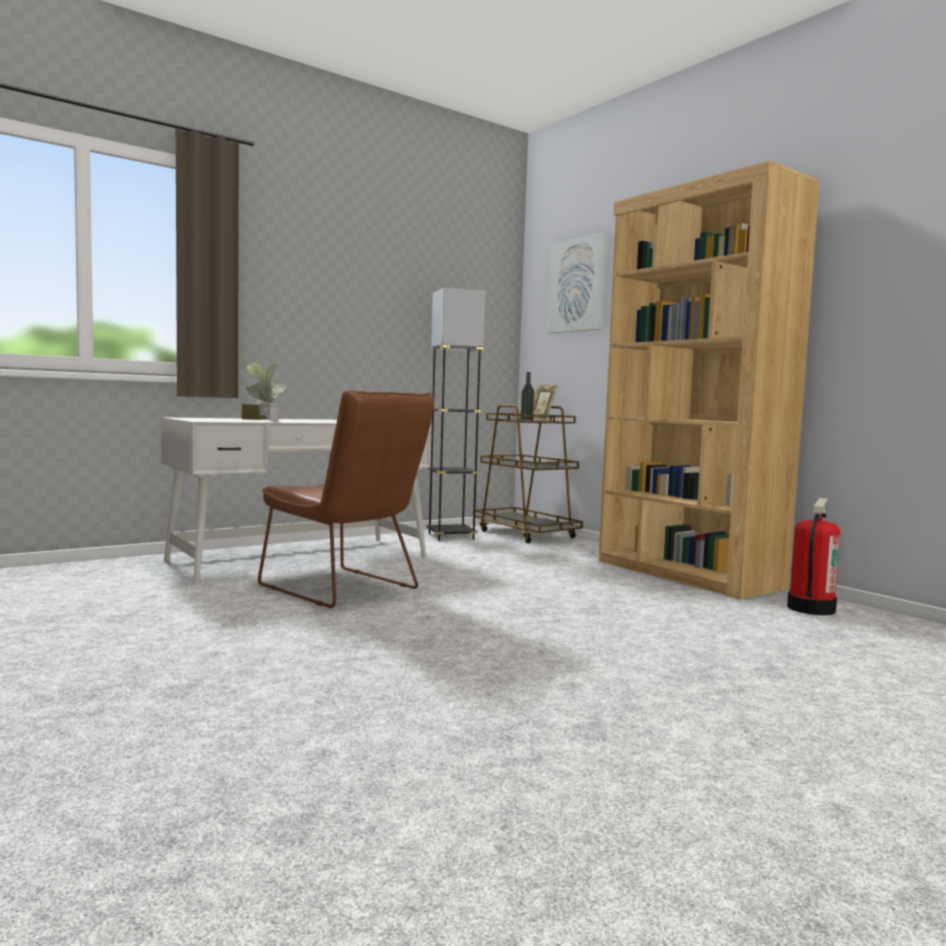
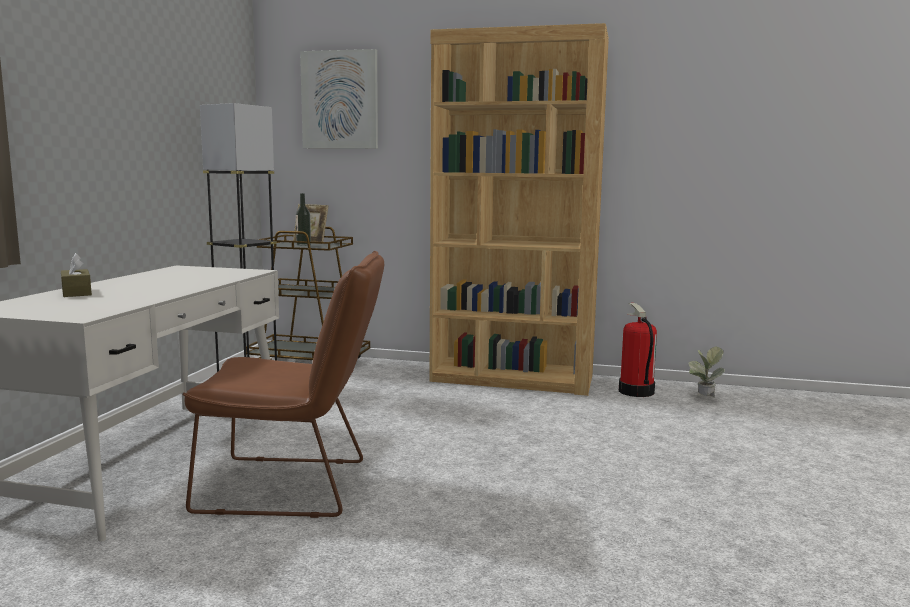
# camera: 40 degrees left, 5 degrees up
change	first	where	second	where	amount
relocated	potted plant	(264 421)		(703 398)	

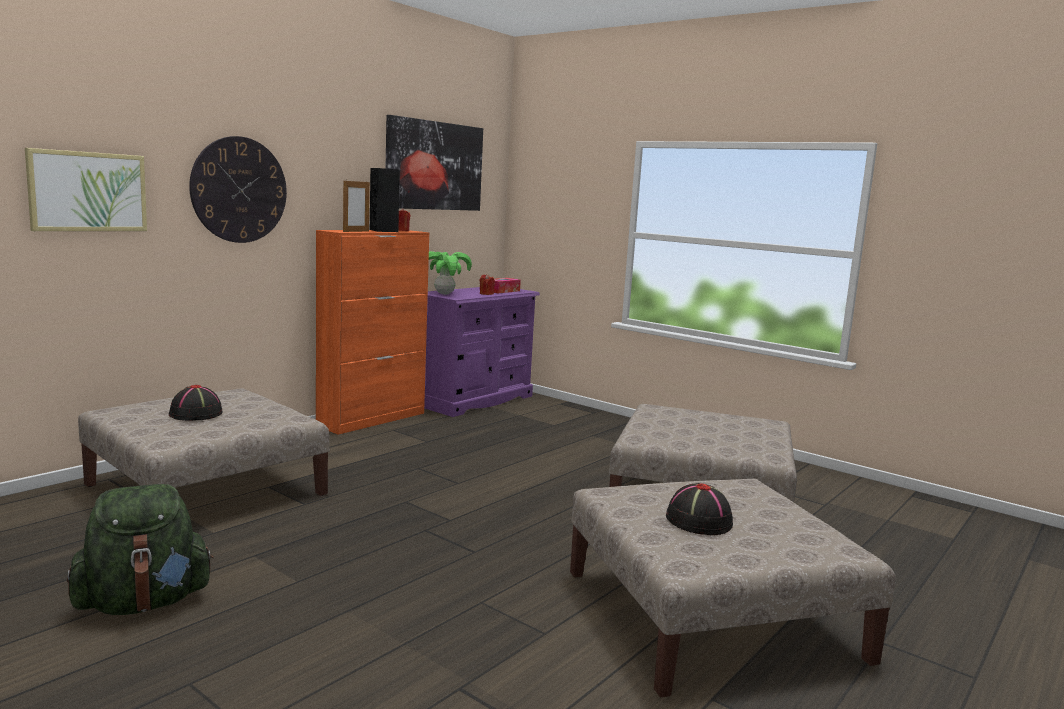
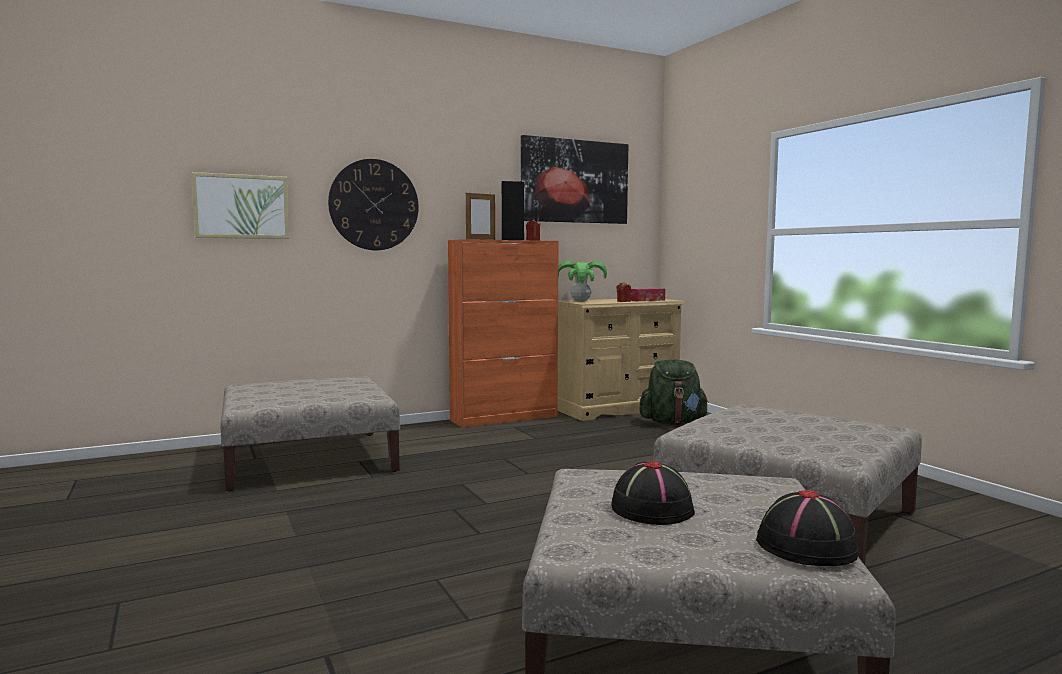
# camera: 25 degrees right, 5 degrees down
change	first	where	second	where	amount
colour	purplish drawer chest	(474 400)	sand-coloured drawer chest	(617 409)	
relocated	green knapsack	(143 603)		(672 423)	
relocated	blackish hat	(196 414)		(807 547)	

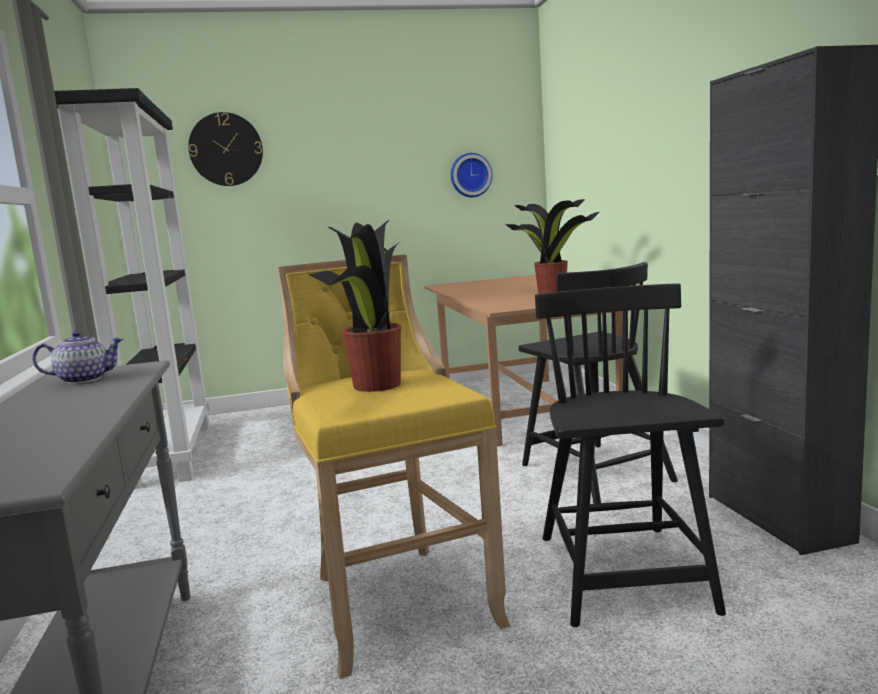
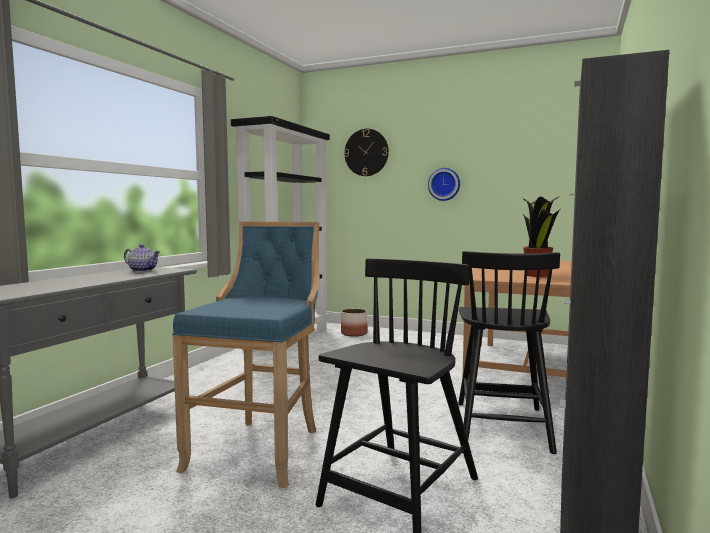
# camera: 35 degrees right, 5 degrees down
change	first	where	second	where	amount
colour	yellowish sitting stool	(397 599)	blue sitting stool	(260 449)	
appeared			planter	(354 333)	
relocated	clock on the wall	(470 175)		(444 184)	
missing	potted plant	(376 386)			

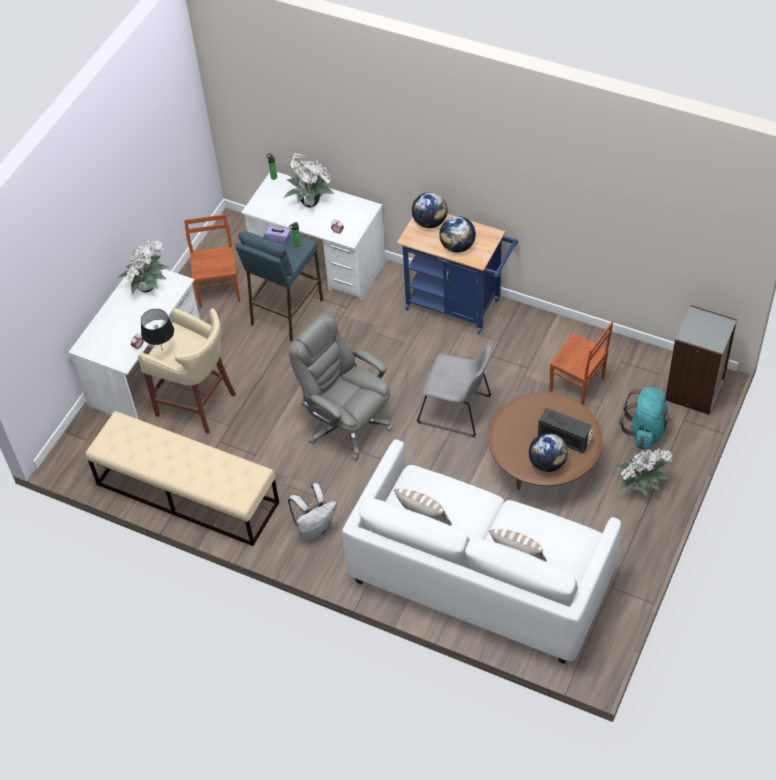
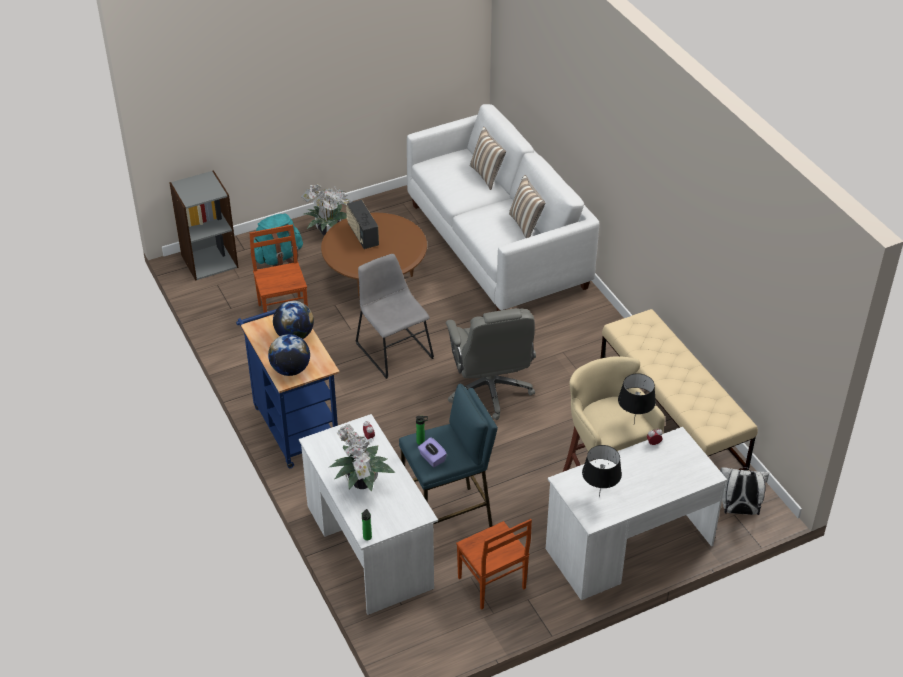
# camera: 145 degrees left, 10 degrees down
change	first	where	second	where	amount
spun	brown upright chair	(219 290)		(491 584)	60 degrees counterclockwise
exchanged	potted plant	(148 287)	blackish tabletop lamp	(599 496)	
relocated	white knapsack	(315 529)		(738 510)	
missing	desk globe	(547 463)			

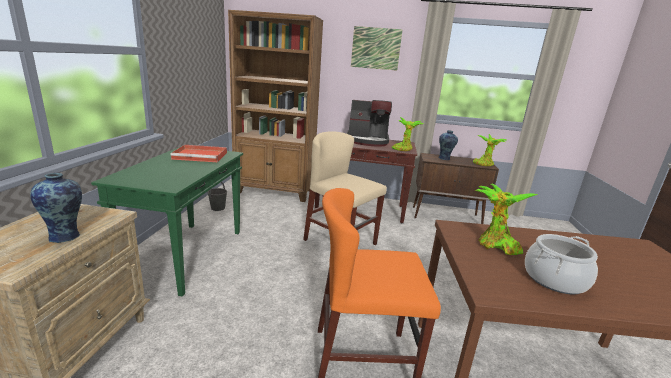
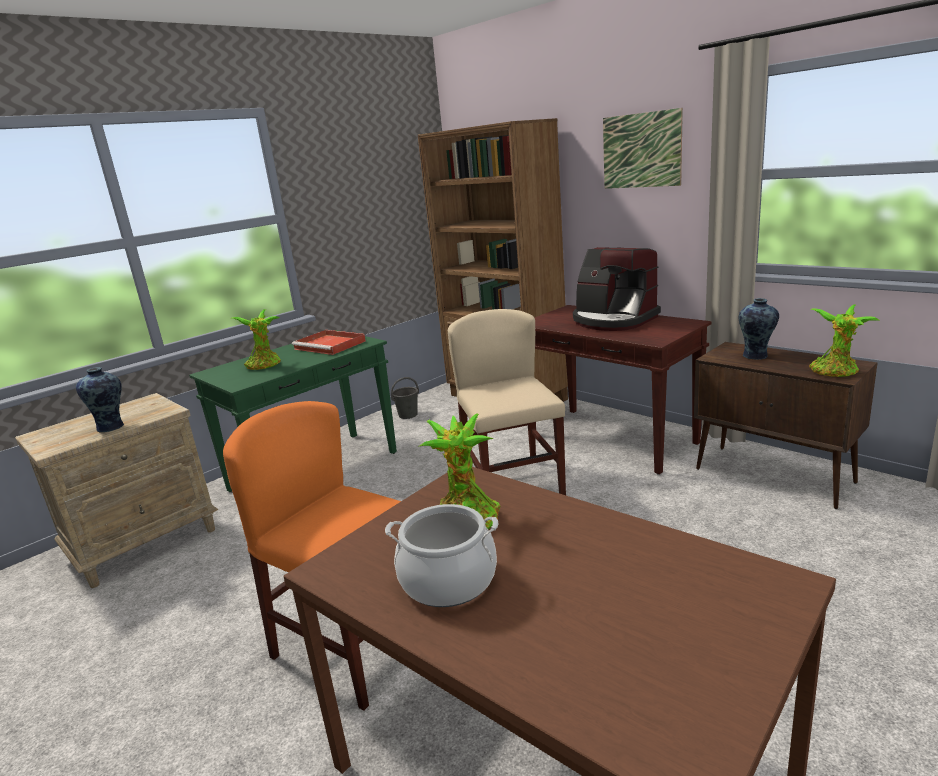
# camera: 40 degrees right, 0 degrees up
change	first	where	second	where	amount
relocated	potted plant	(403 149)		(265 365)	

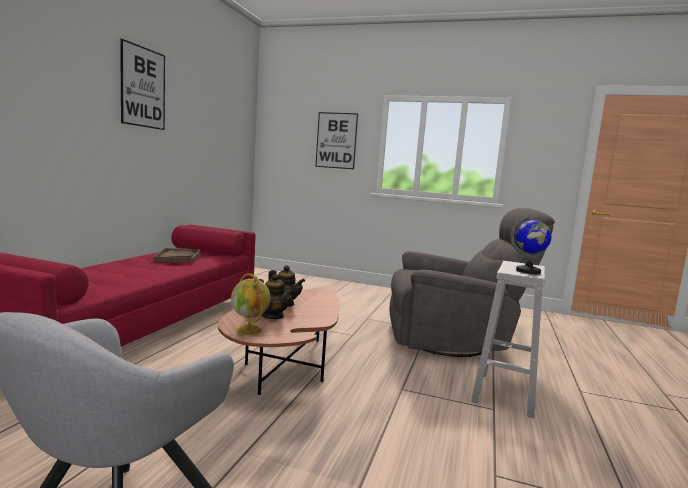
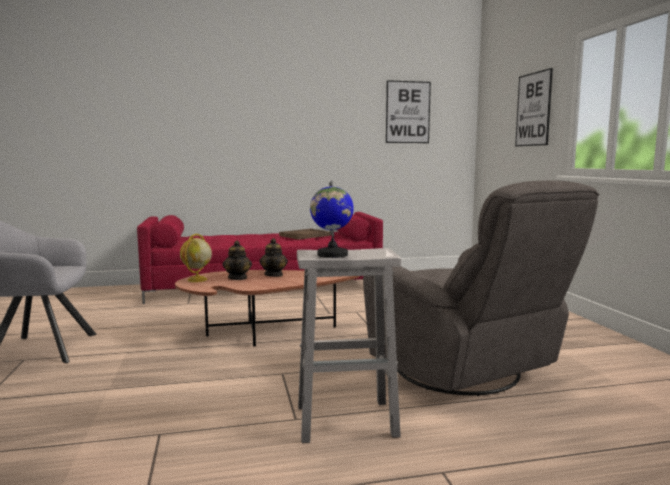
# camera: 60 degrees right, 0 degrees up
change	first	where	second	where	amount
relocated	wall picture	(143 87)		(407 112)	

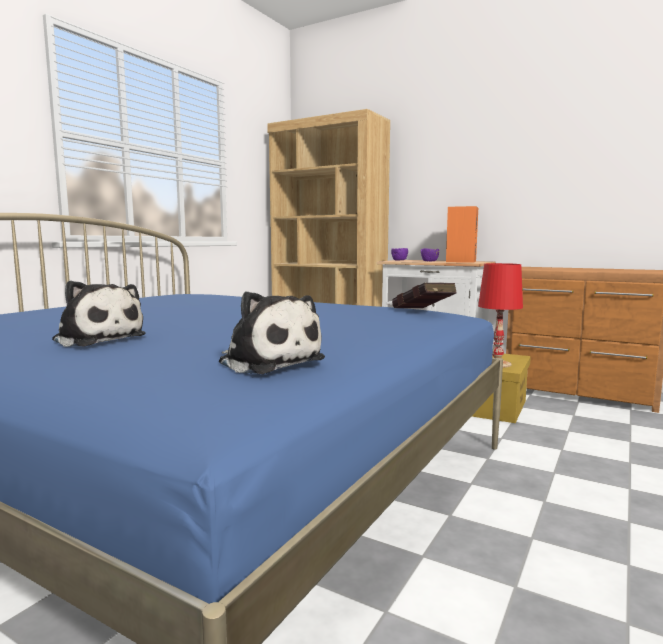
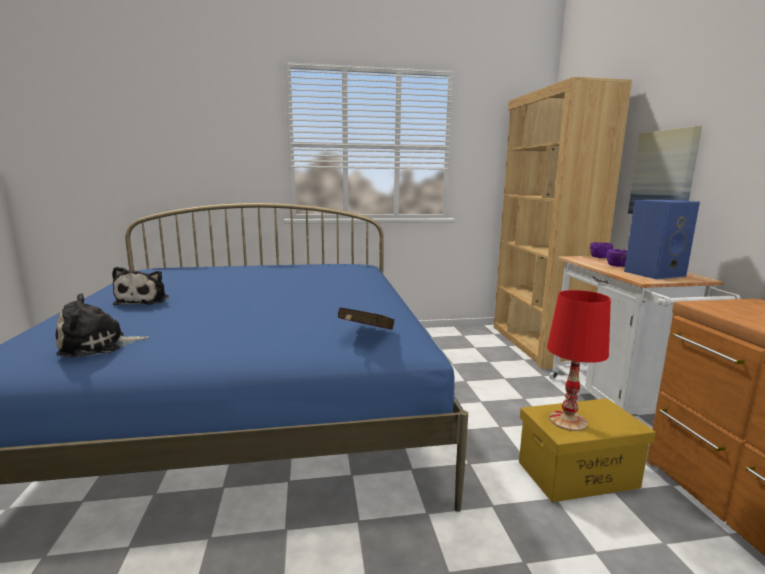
# camera: 50 degrees right, 5 degrees up
change	first	where	second	where	amount
spun	plush toy	(268 362)		(98 345)	60 degrees clockwise
colour	orangey speaker	(460 261)	blue speaker	(654 273)	
appeared			wall picture	(663 174)	

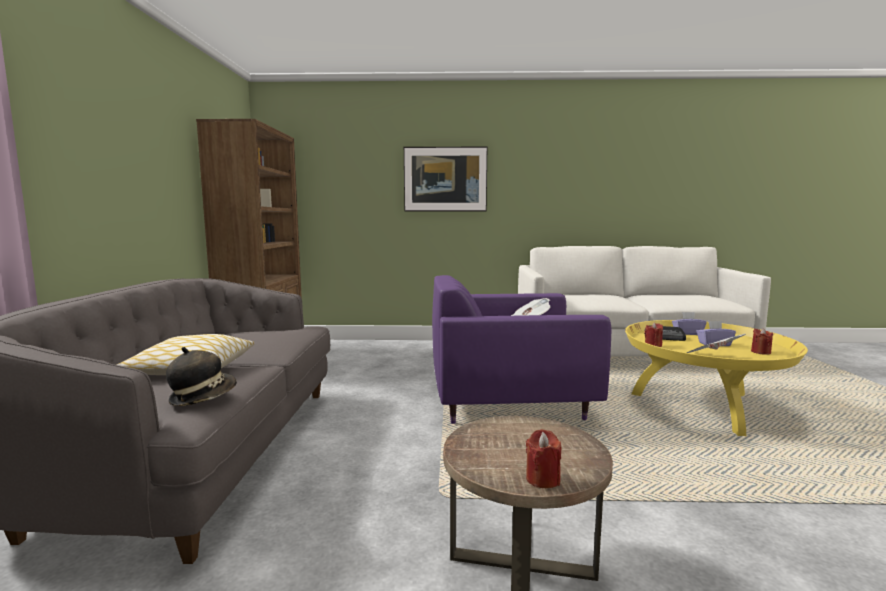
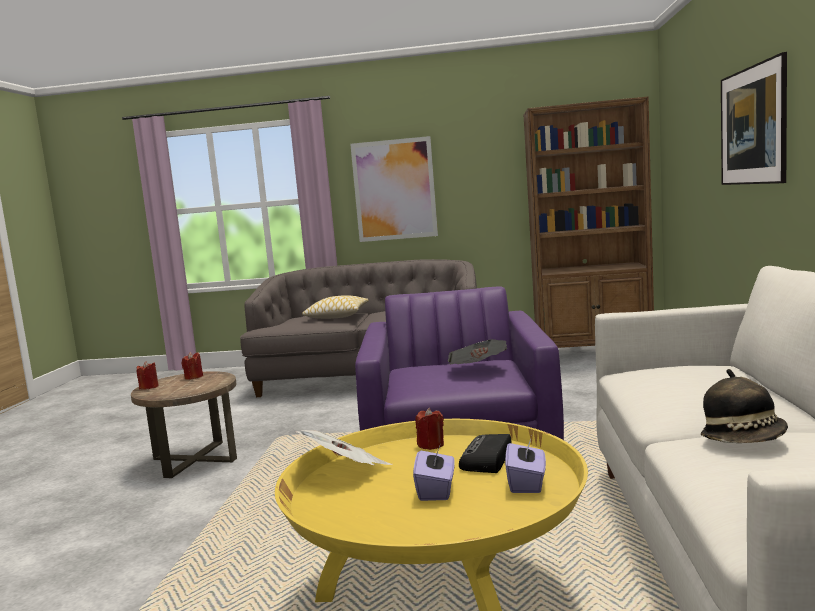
# camera: 95 degrees right, 0 degrees up
change	first	where	second	where	amount
relocated	reddish wax light	(760 352)		(193 377)	
appeared			wall picture	(394 190)	
relocated	hat	(203 397)		(744 440)	

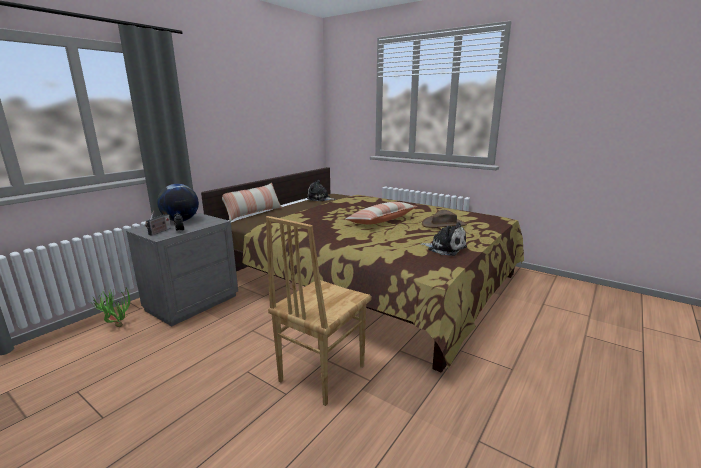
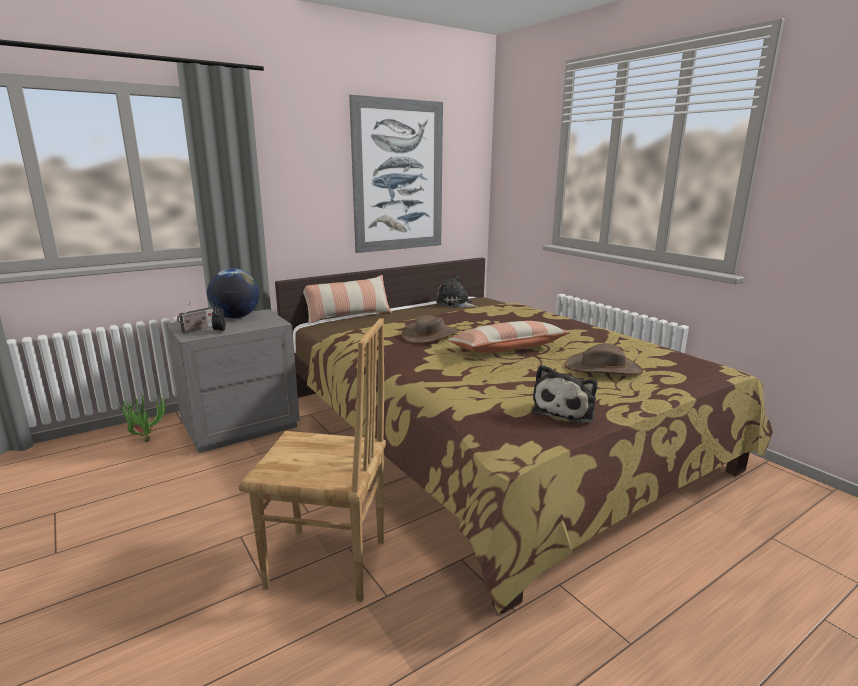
# camera: 20 degrees right, 0 degrees up
change	first	where	second	where	amount
spun	brown upright chair	(320 373)		(327 565)	135 degrees counterclockwise
appeared			wall picture	(398 176)	
appeared			brown hat	(431 335)	
spun	plush toy	(445 248)		(565 410)	60 degrees clockwise

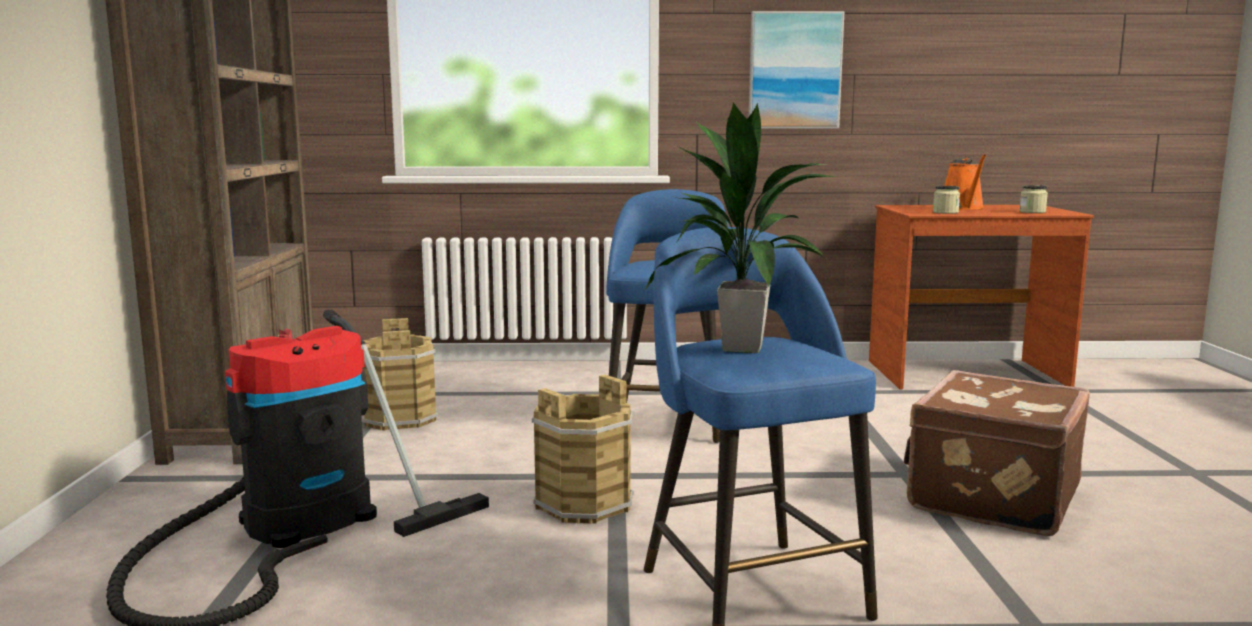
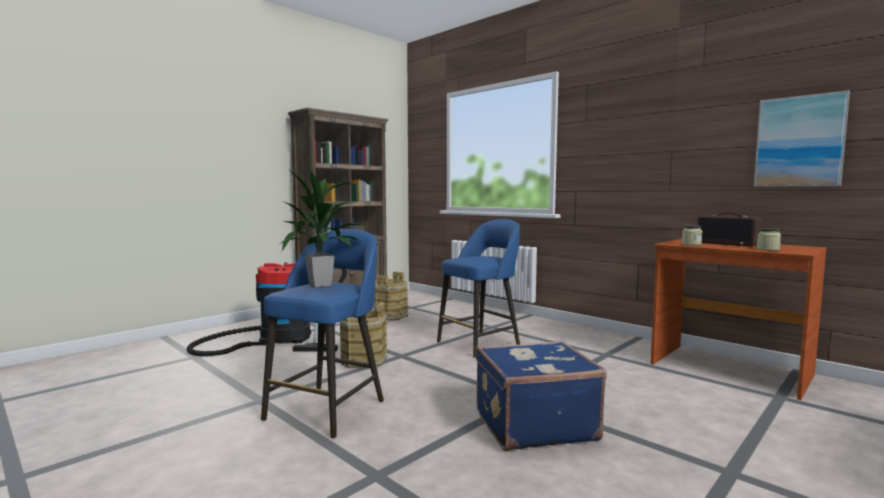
# camera: 45 degrees right, 5 degrees down
change	first	where	second	where	amount
colour	brown travel case	(990 497)	blue travel case	(533 424)	
exchanged	orangey sprinkling can	(963 208)	radio receiver	(728 244)	
relocated	wall picture	(794 71)		(799 141)	

